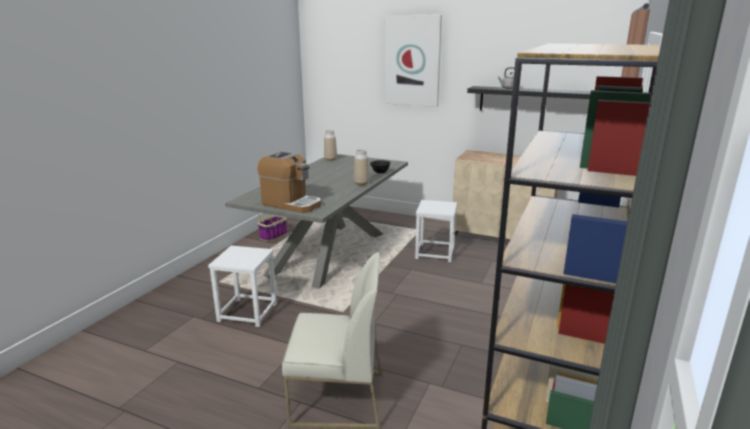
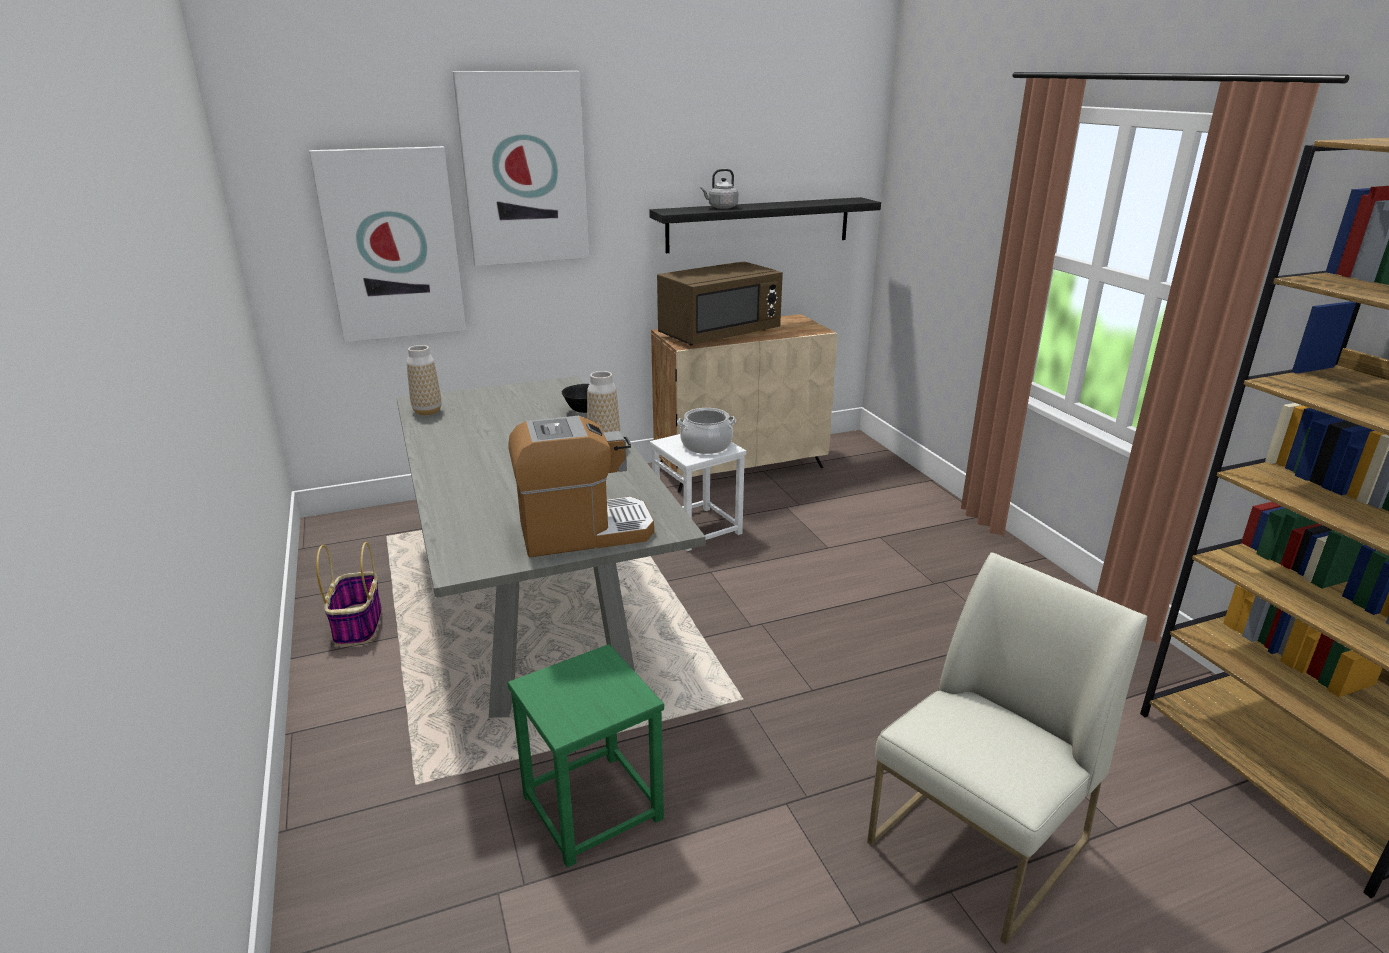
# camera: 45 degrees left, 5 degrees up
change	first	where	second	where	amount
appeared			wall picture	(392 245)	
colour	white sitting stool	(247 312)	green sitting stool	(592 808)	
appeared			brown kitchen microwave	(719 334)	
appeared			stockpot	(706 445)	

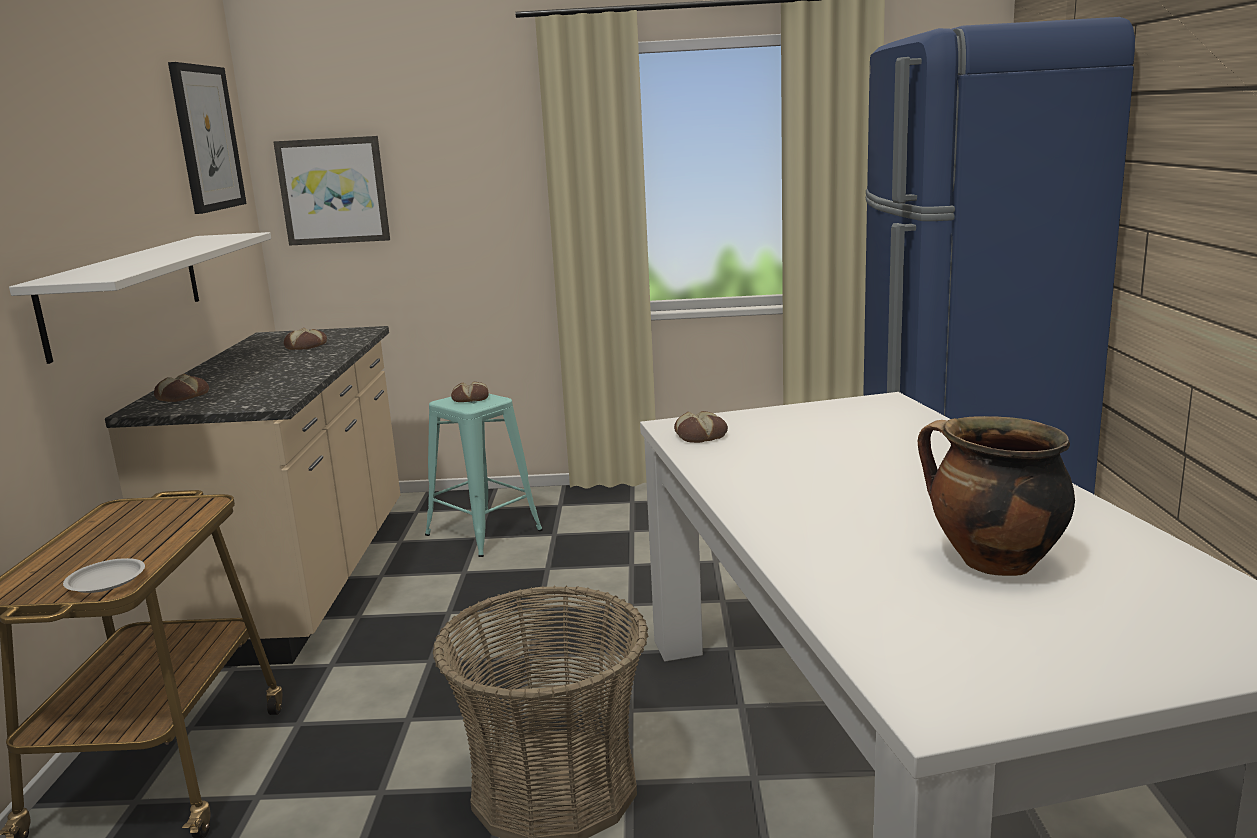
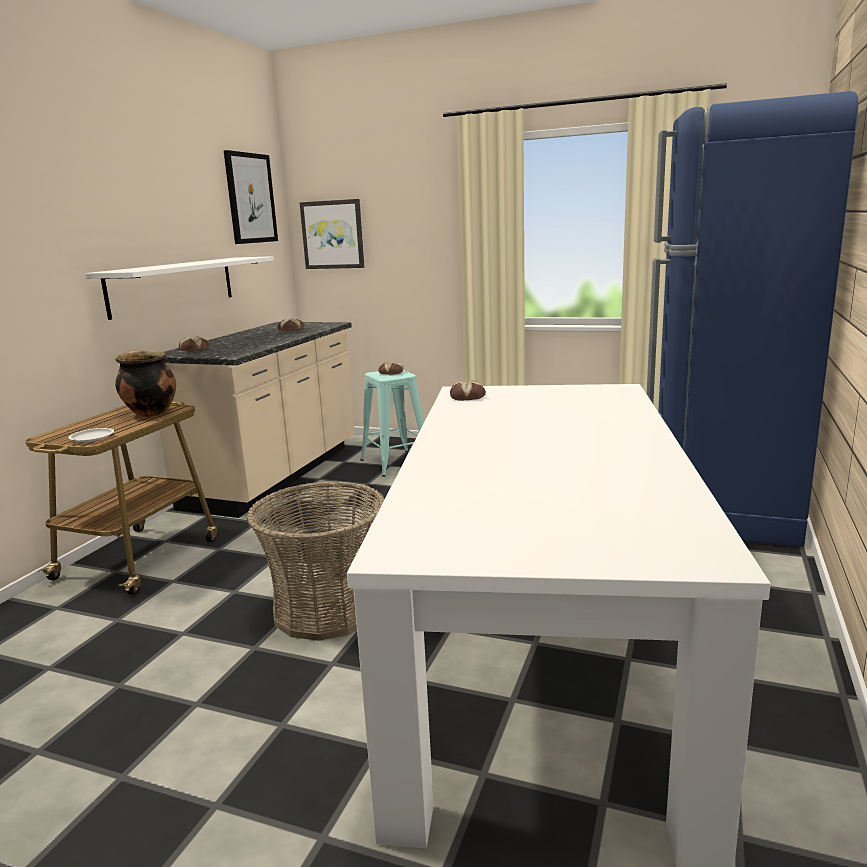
# camera: 20 degrees right, 0 degrees up
change	first	where	second	where	amount
relocated	stockpot	(992 563)		(150 413)	

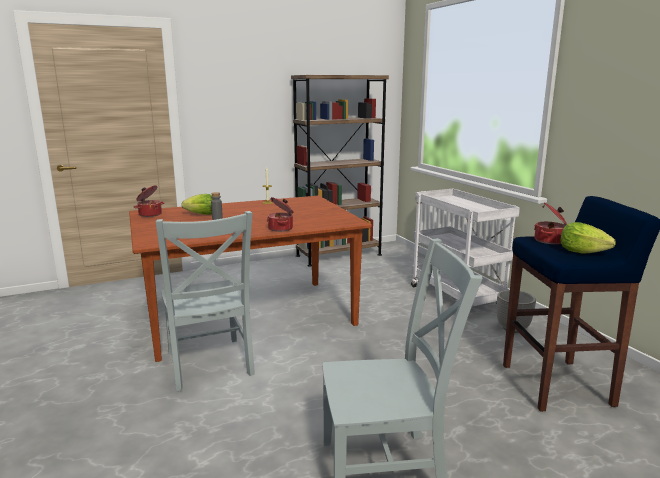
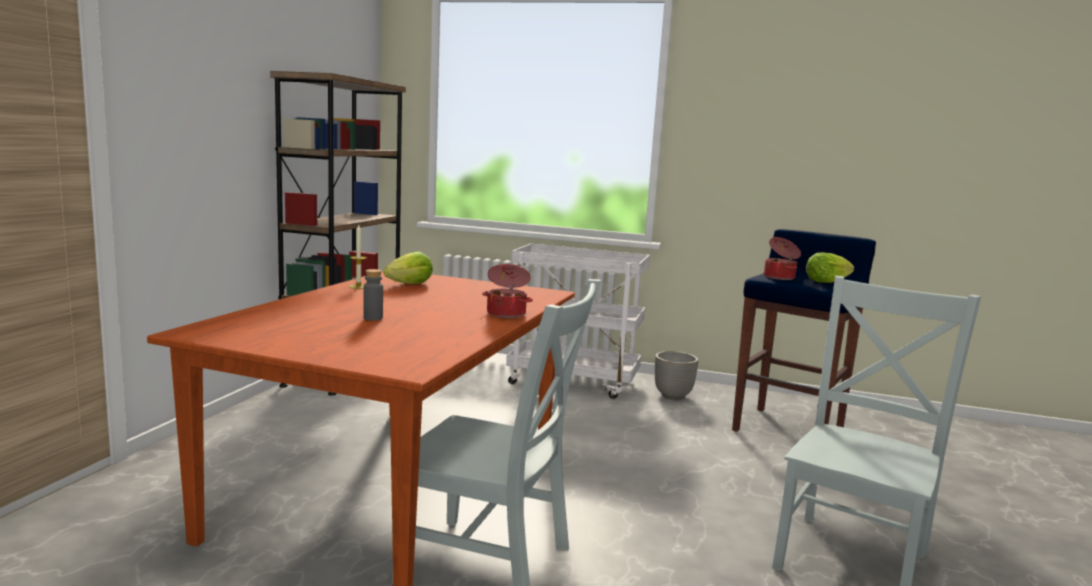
# camera: 50 degrees left, 5 degrees down
change	first	where	second	where	amount
relocated	head of lettuce	(202 214)		(410 284)	
missing	stockpot	(150 214)			

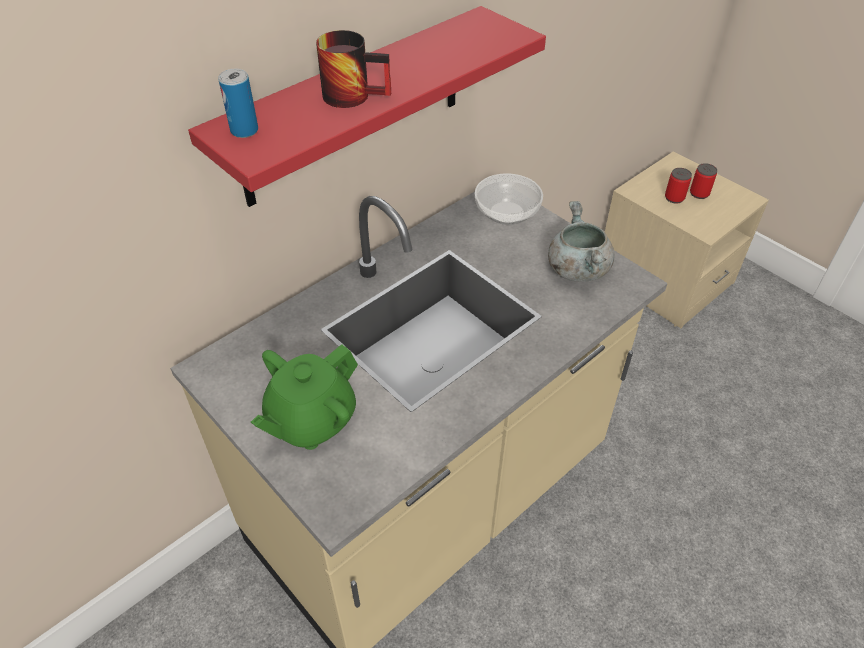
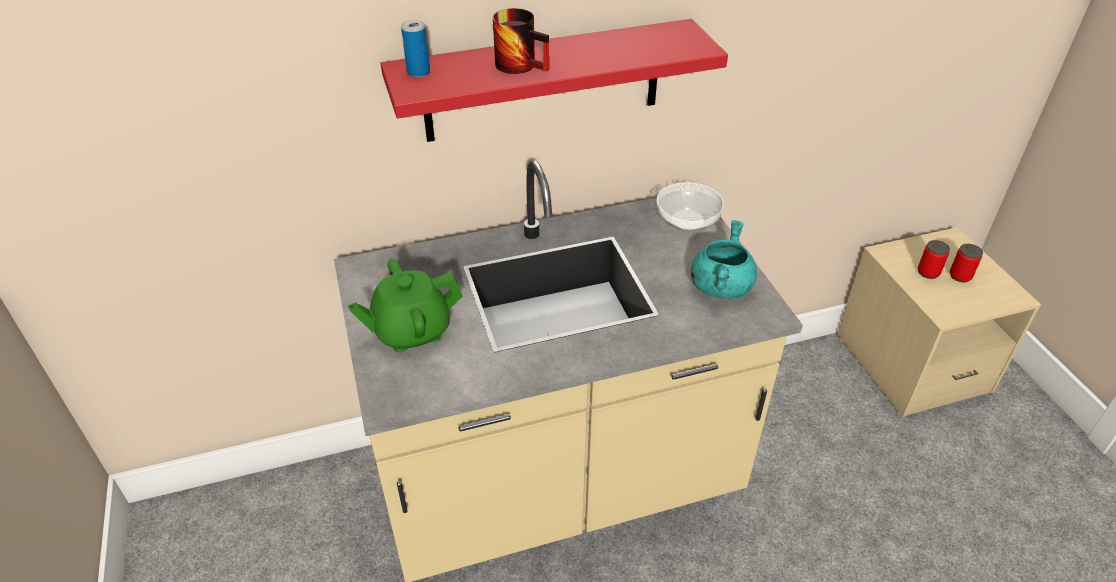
# camera: 25 degrees right, 5 degrees down
change	first	where	second	where	amount
colour	grey stockpot	(576 269)	blue-green stockpot	(720 286)	

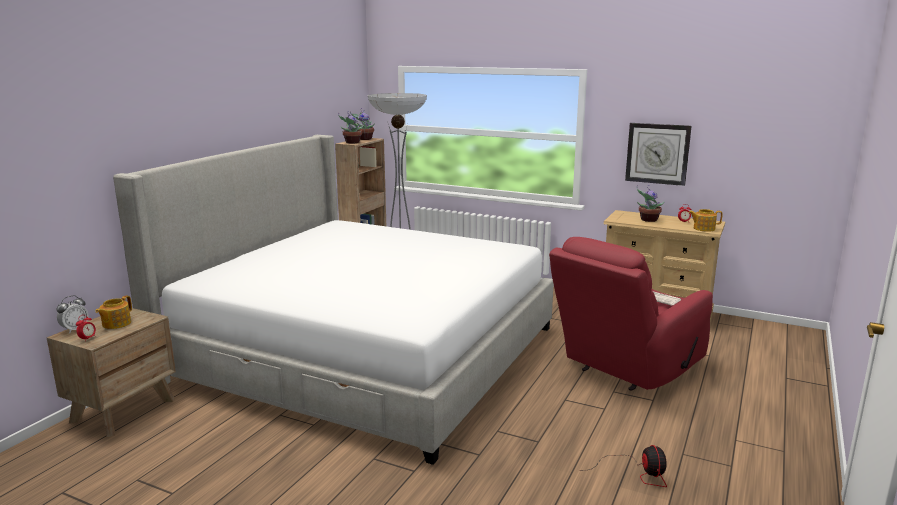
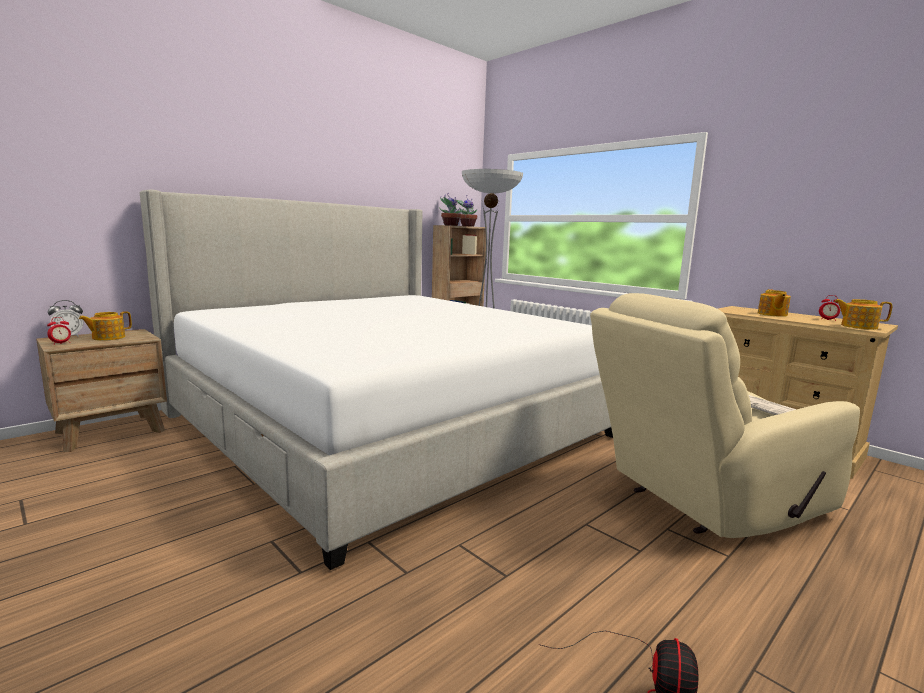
# camera: 20 degrees right, 5 degrees down
change	first	where	second	where	amount
colour	reddish armchair	(627 367)	sand-coloured armchair	(704 501)	
exchanged	potted plant	(647 220)	tea pot	(772 314)	
missing	clock on the wall	(657 153)			

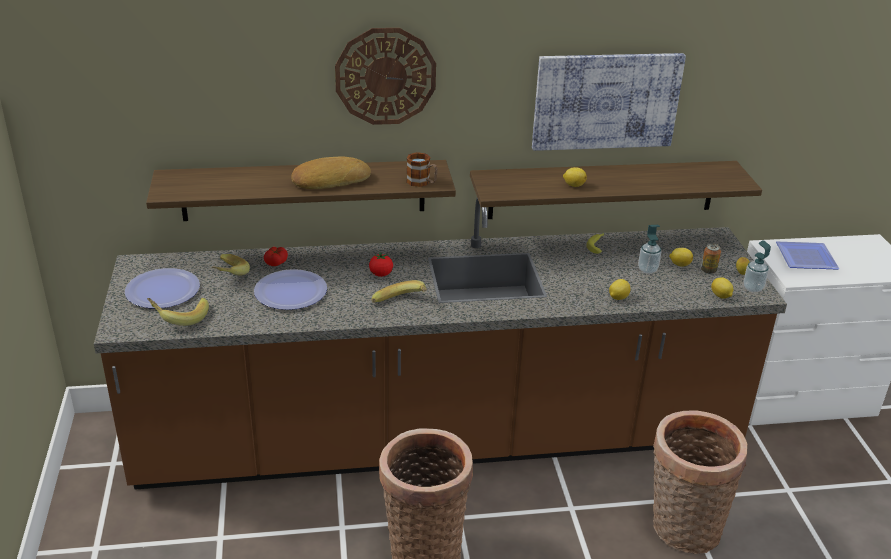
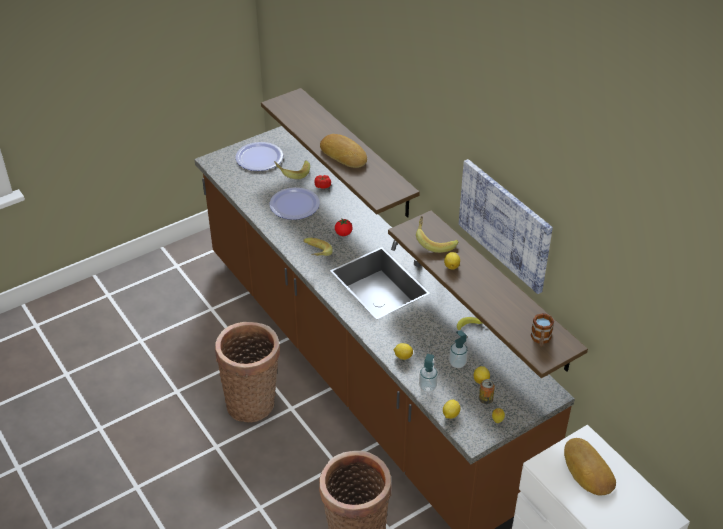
# camera: 65 degrees right, 10 degrees up
change	first	where	second	where	amount
relocated	banana	(180 317)		(434 242)	
relocated	soap bottle	(753 288)		(427 387)	
relocated	coffee mug	(422 183)		(540 340)	
exchanged	dinner plate	(808 259)	bakery bread	(587 471)	
missing	clock on the wall	(385 76)			

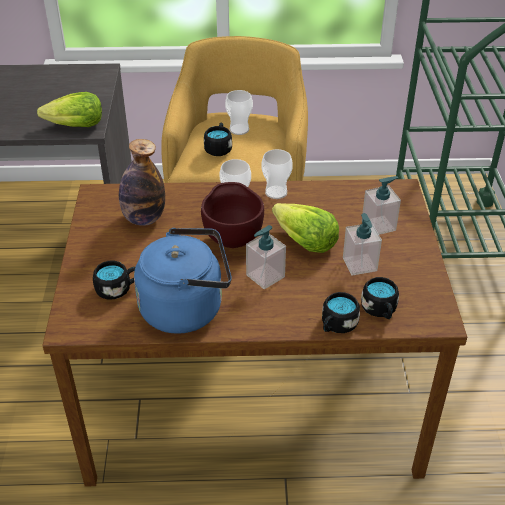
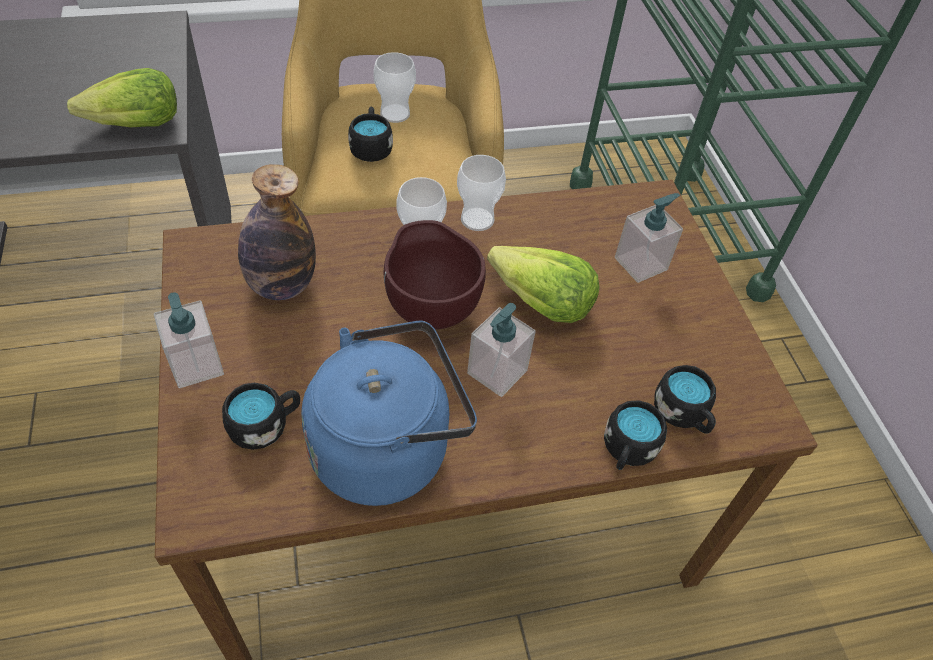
# camera: 15 degrees left, 10 degrees up
change	first	where	second	where	amount
relocated	soap bottle	(359 264)		(196 365)	

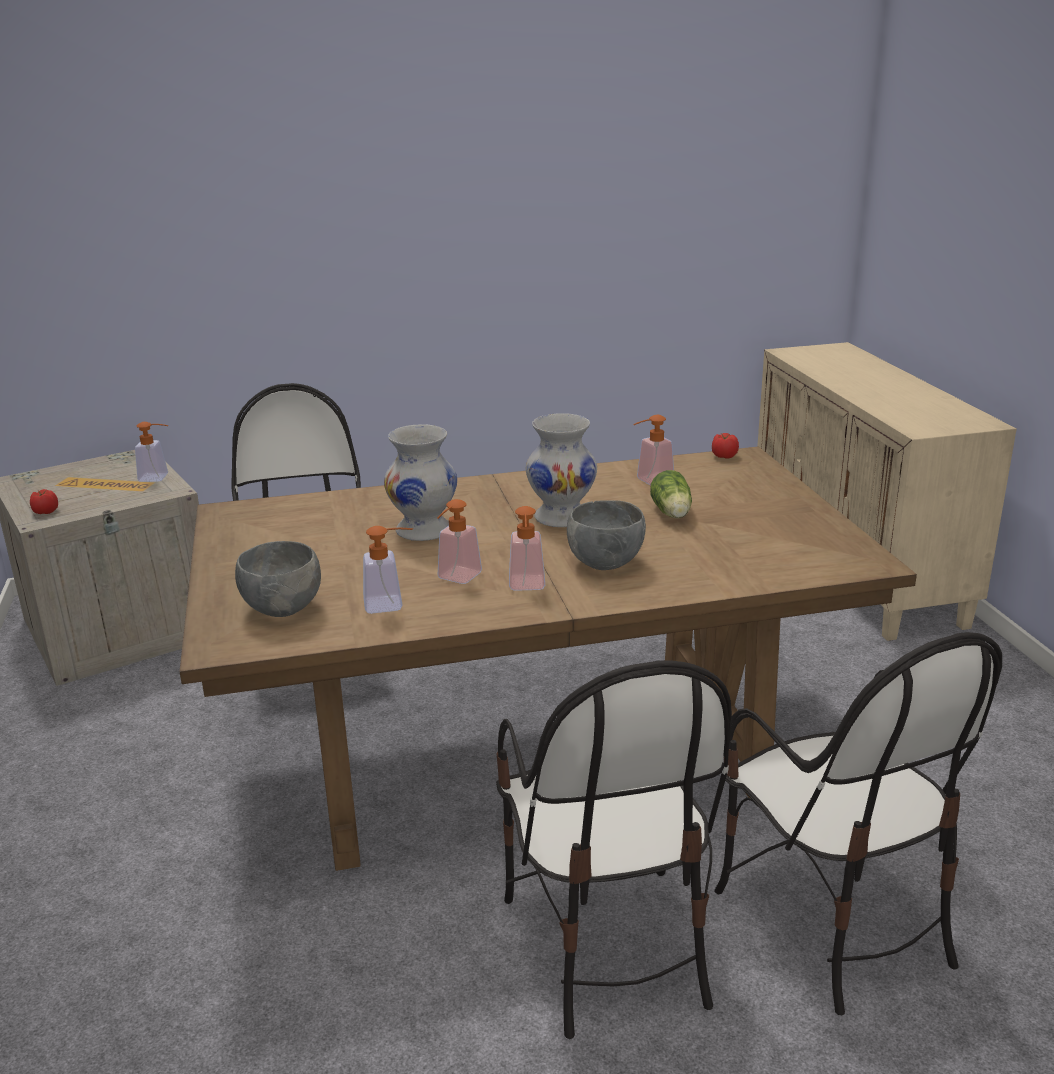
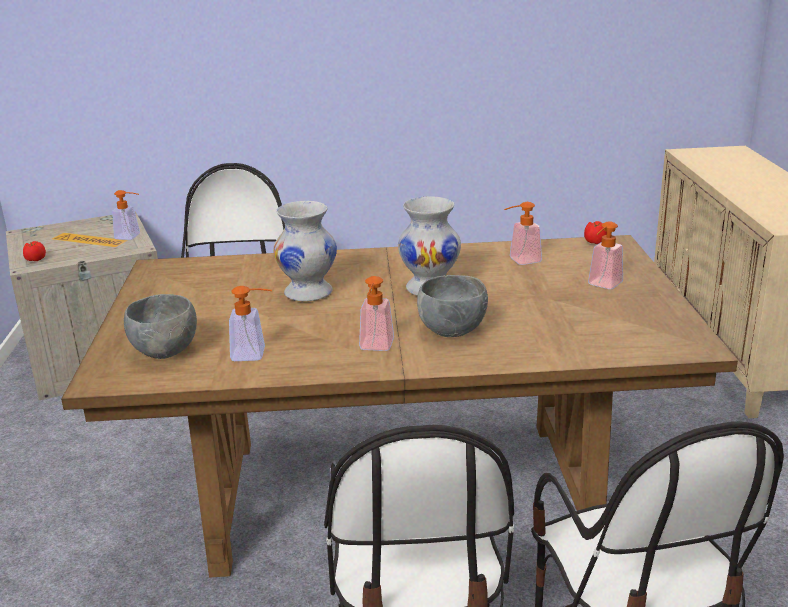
# camera: 10 degrees right, 0 degrees up
change	first	where	second	where	amount
relocated	soap bottle	(455 579)		(602 285)	
missing	head of lettuce	(672 514)			

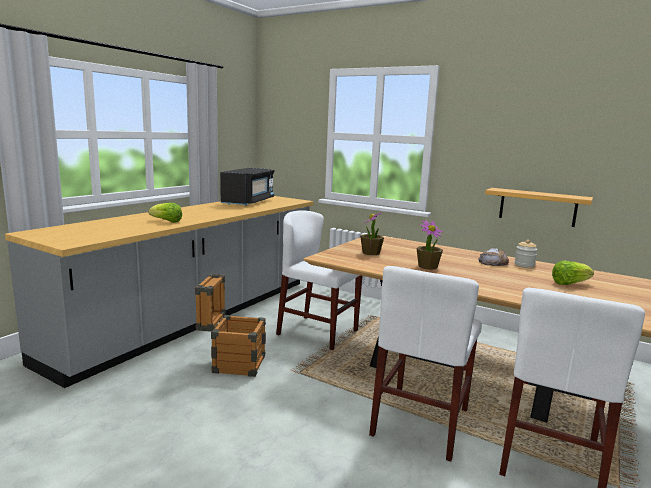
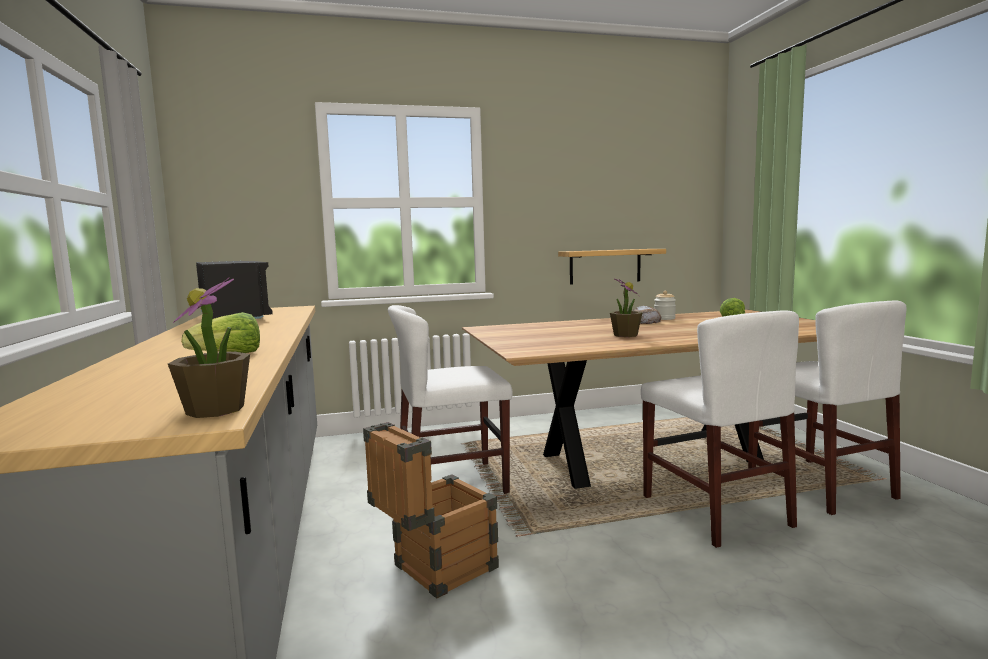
# camera: 45 degrees left, 5 degrees down
change	first	where	second	where	amount
relocated	potted plant	(371 253)		(216 410)	

